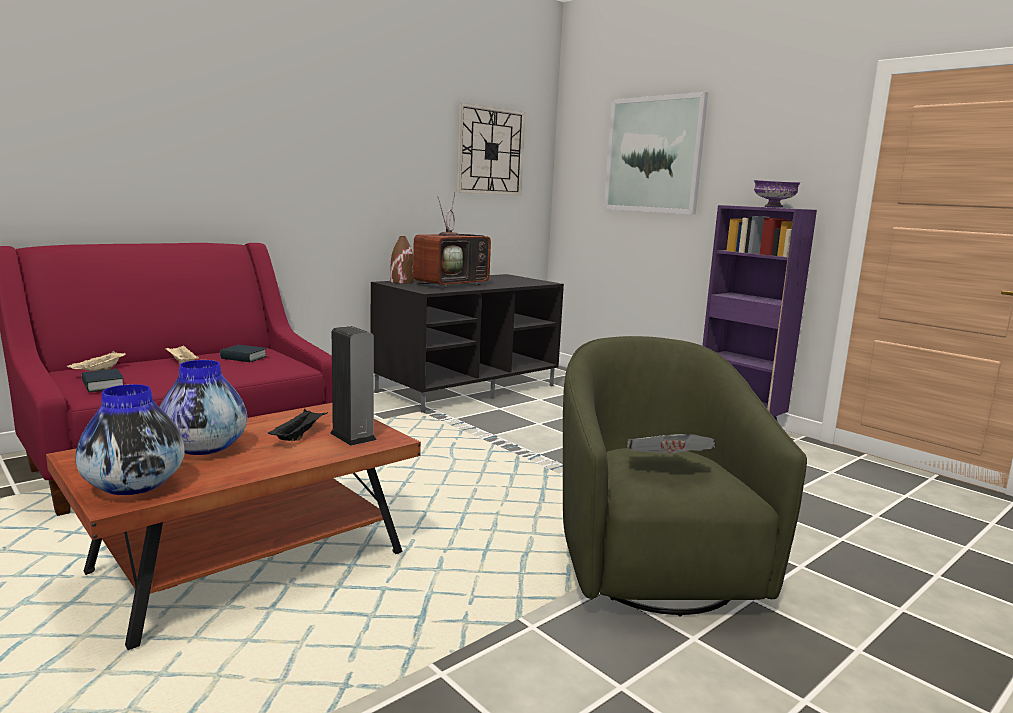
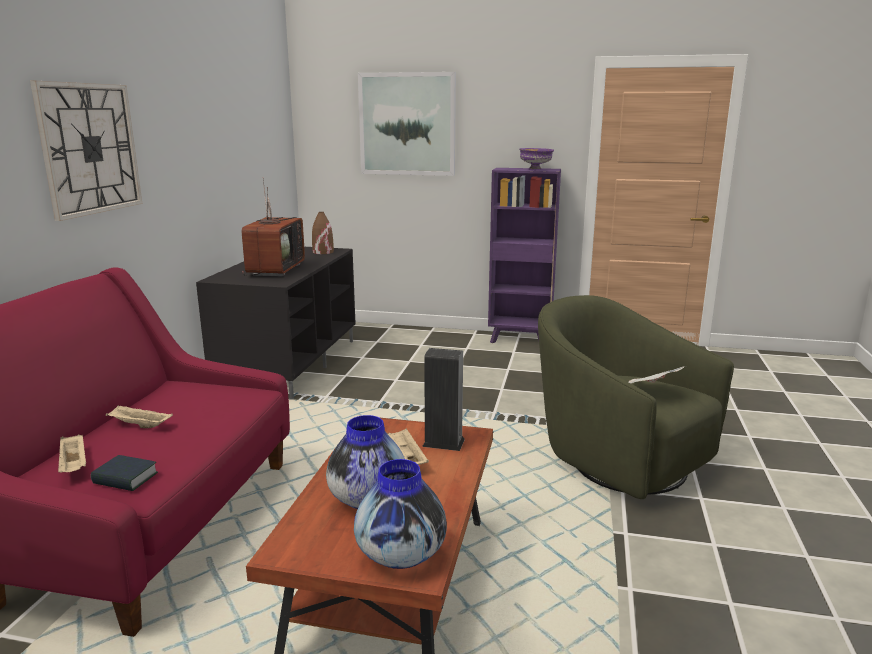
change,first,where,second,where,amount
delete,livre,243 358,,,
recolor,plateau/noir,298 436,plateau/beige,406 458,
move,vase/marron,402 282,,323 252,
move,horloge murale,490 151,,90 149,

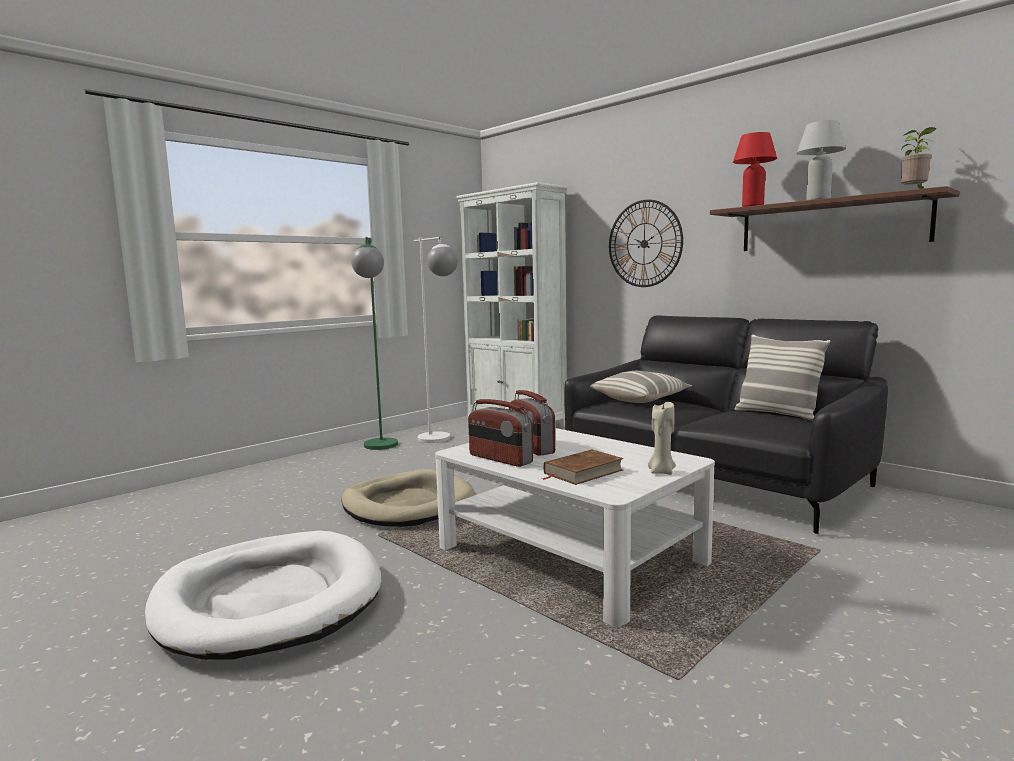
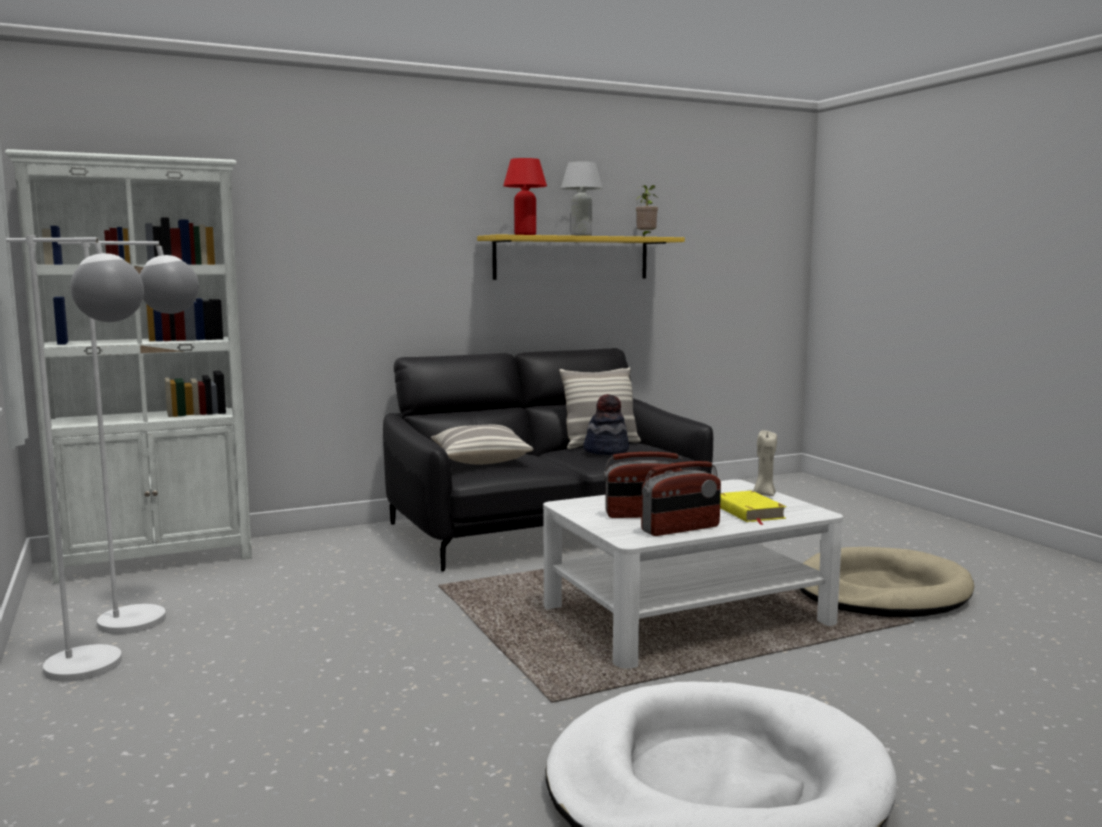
change,first,where,second,where,amount
move,panier pour chien/beige,408 504,,881 591,
recolor,lampadaire/vert,380 448,lampadaire/blanc,106 667,
recolor,livre/marron,583 472,livre/jaune,748 512,
delete,horloge murale,644 243,,,
recolor,étagère/marron,831 225,étagère/jaune,572 258,
insert,,,chapeau,606 451,

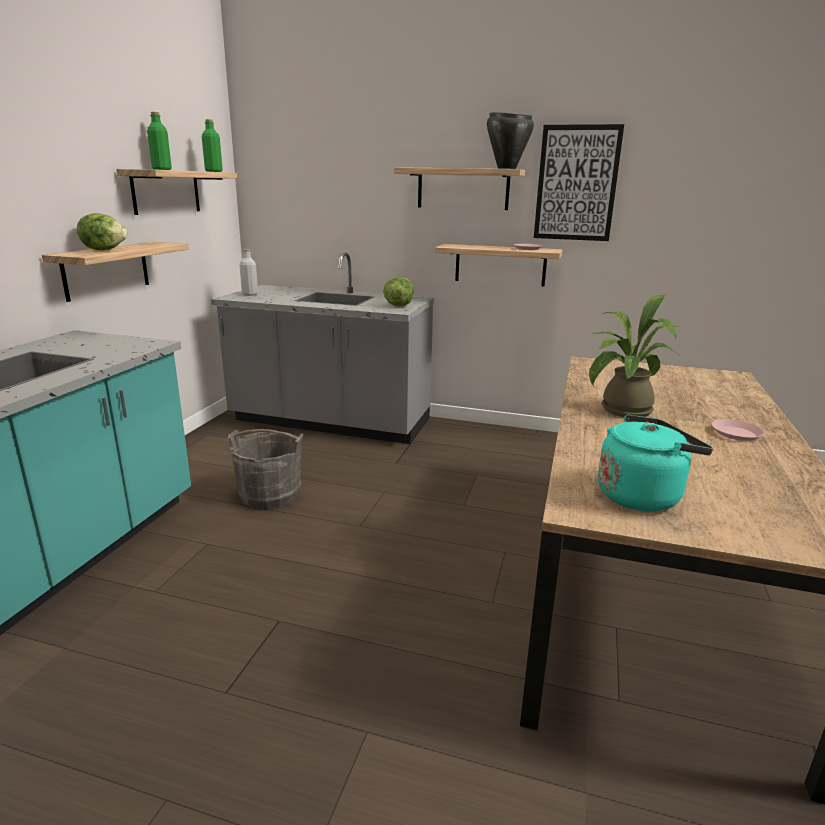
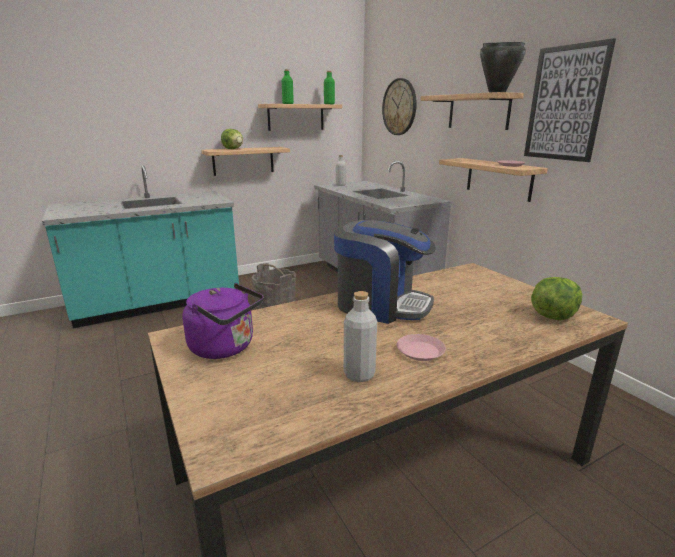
change,first,where,second,where,amount
move,laitue,398 305,,552 316,
replace,plante en pot,621 411,machine à café,381 305,
recolor,bouilloire/turquoise,641 495,bouilloire/violet,226 347,
insert,,,bouteille/gris,359 374,
insert,,,horloge murale,399 107,

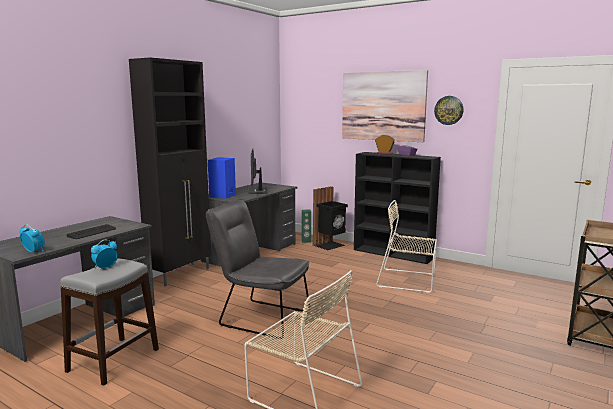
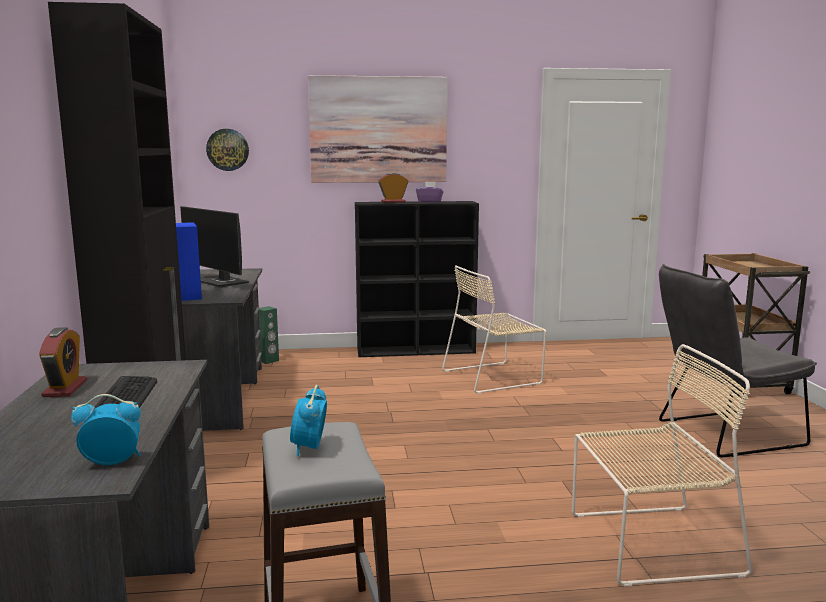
change,first,where,second,where,amount
move,chaise/gris,260 317,,722 434,
delete,poubelle/noir,330 245,,,
move,horloge murale,449 110,,227 149,
insert,,,réveil,65 388,

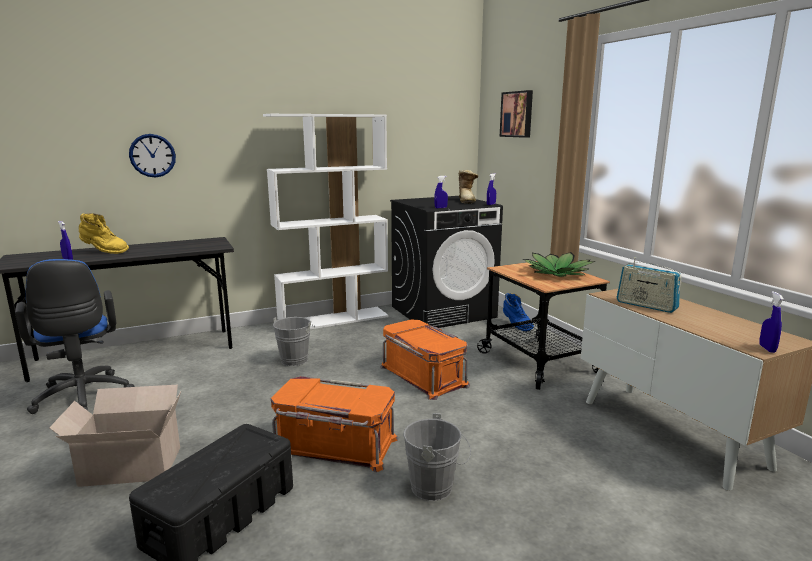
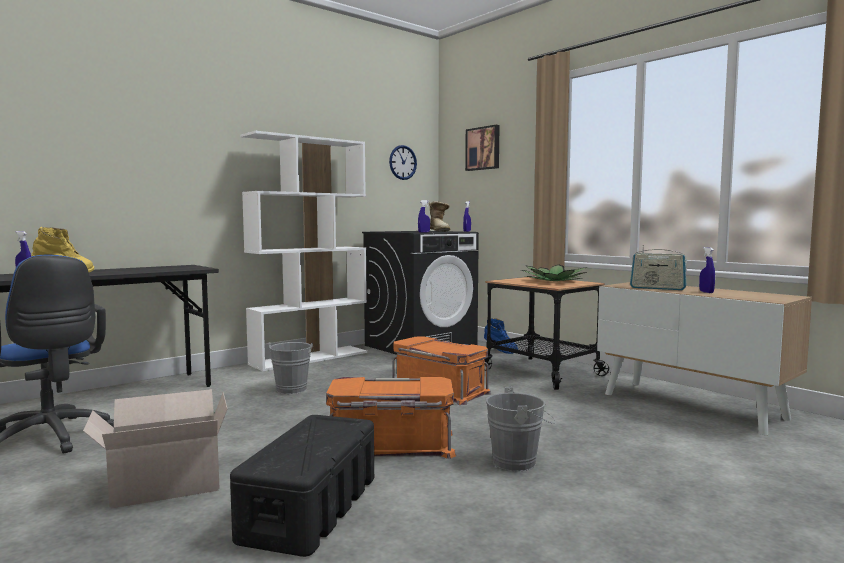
change,first,where,second,where,amount
move,horloge murale,152 155,,402 162,
move,vaporisateur/bleu,767 349,,706 292,

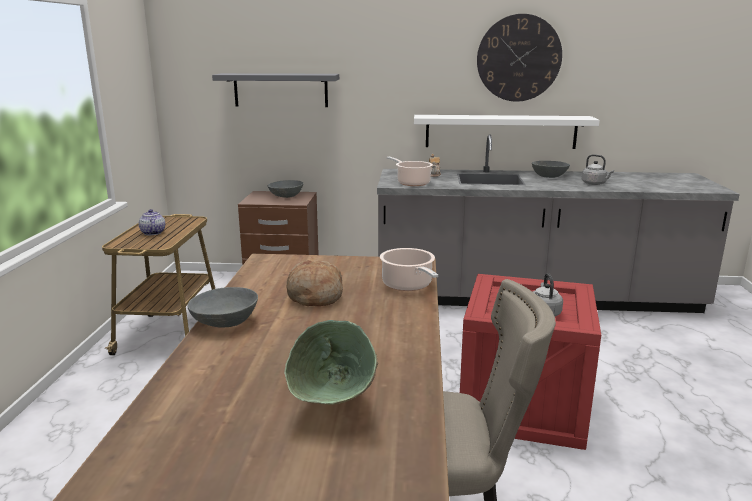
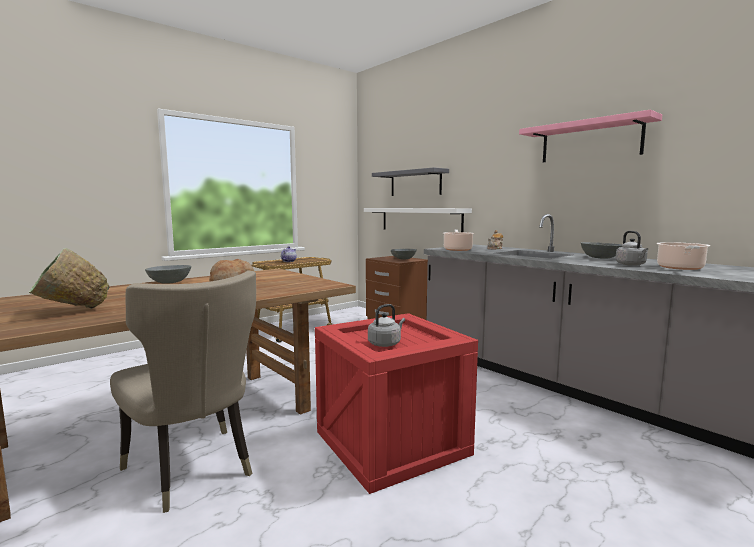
change,first,where,second,where,amount
move,marmite,408 285,,680 268,
move,étagère/blanc,500 131,,420 220,
replace,horloge murale,519 58,étagère/rose,590 141,

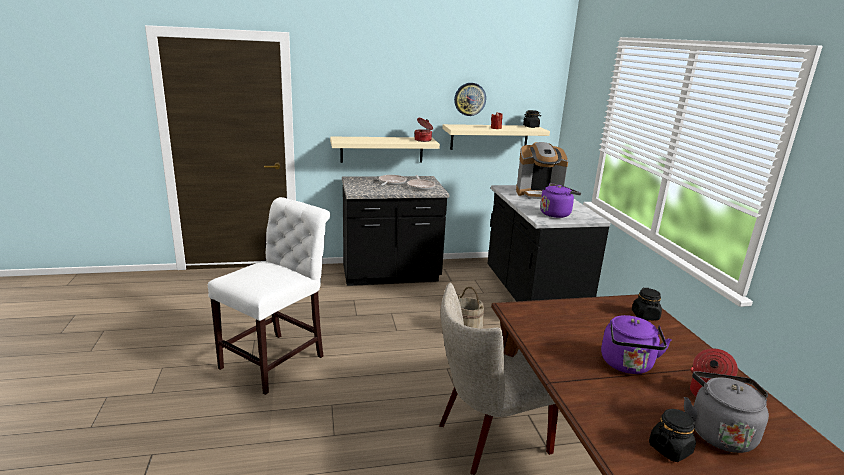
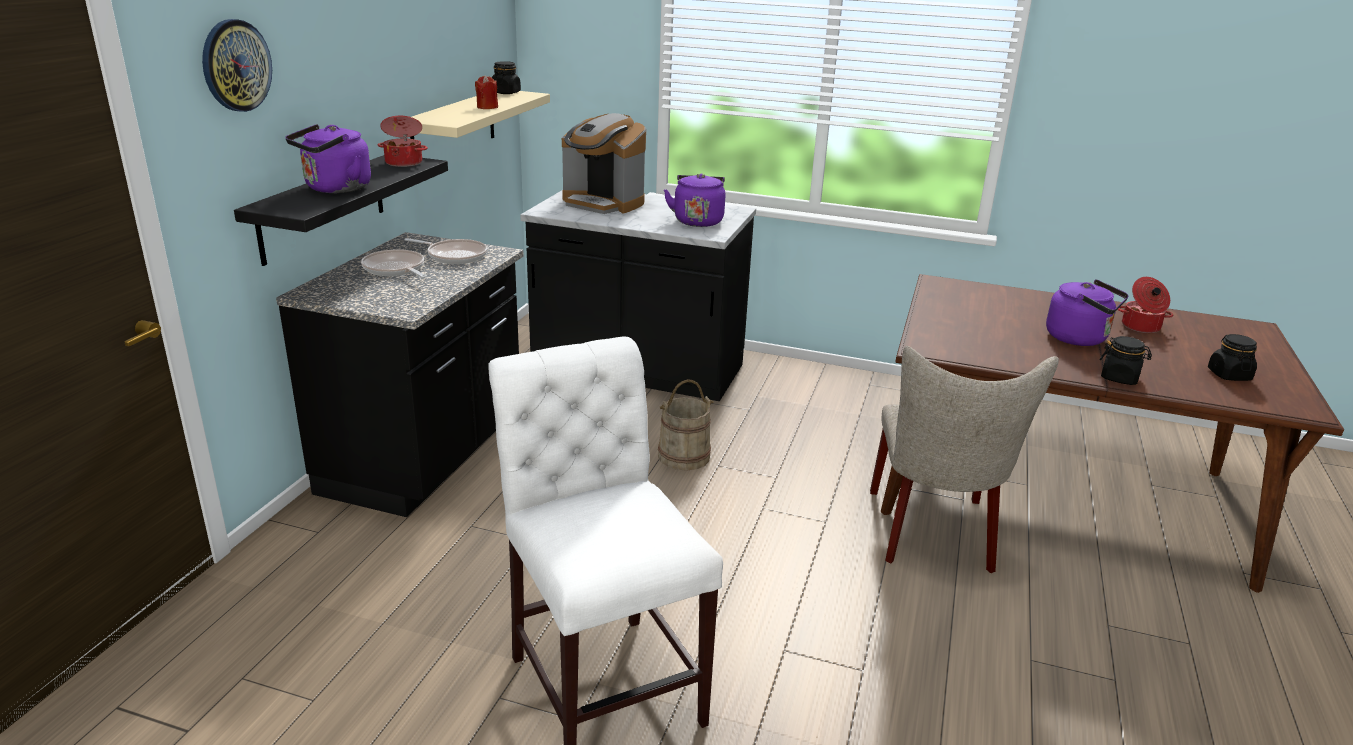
change,first,where,second,where,amount
recolor,étagère/beige,382 149,étagère/noir,323 207,
move,horloge murale,469 99,,236 65,
rotate,machine à café,538 194,,603 203,90 degrees clockwise
move,bocal/noir,645 316,,1119 378,
delete,bouilloire/gris,719 432,,,
insert,,,bouilloire/violet,335 189,

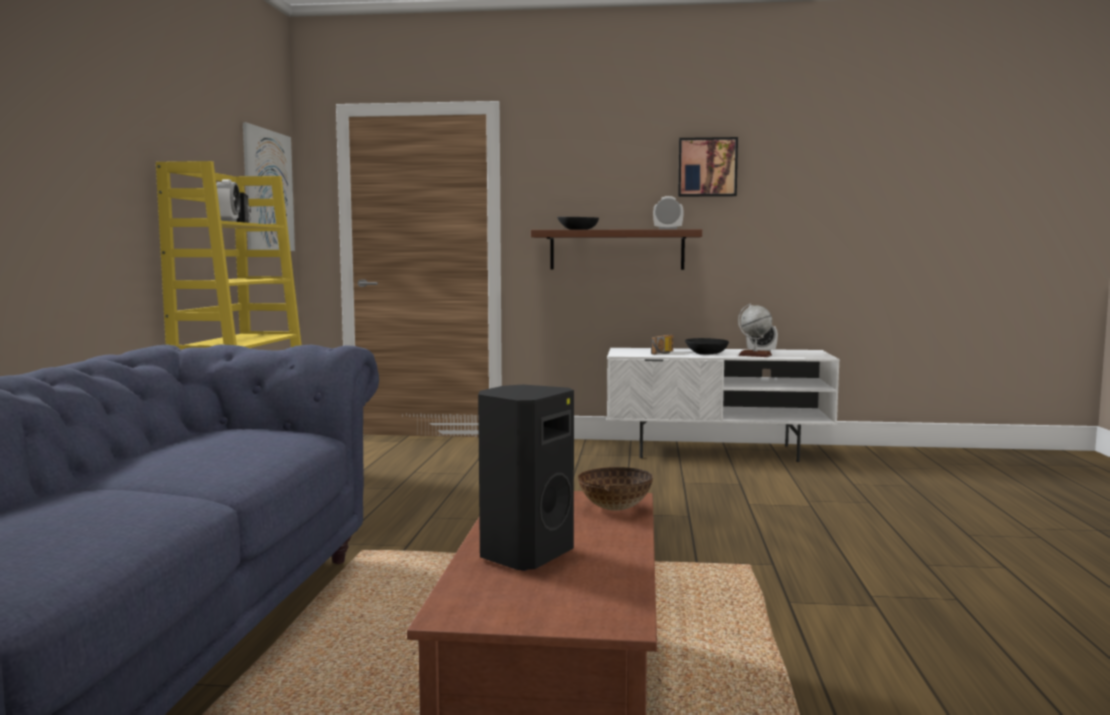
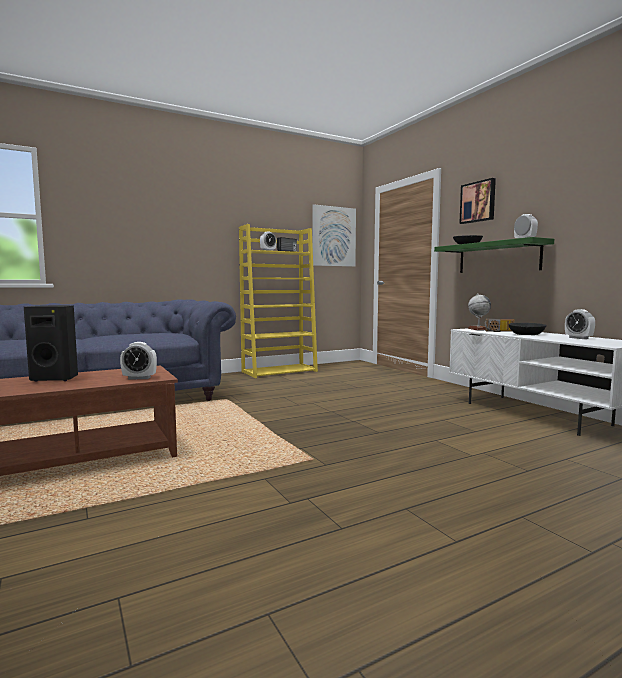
change,first,where,second,where,amount
recolor,étagère/marron,617 250,étagère/vert,498 257,
replace,bol,614 508,réveil,139 378,
move,tableau,707 167,,478 202,
move,globe,755 355,,478 329,

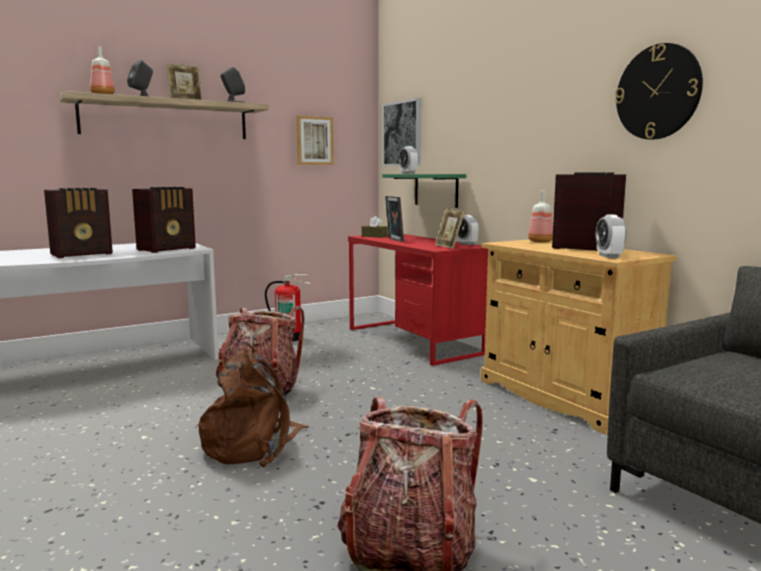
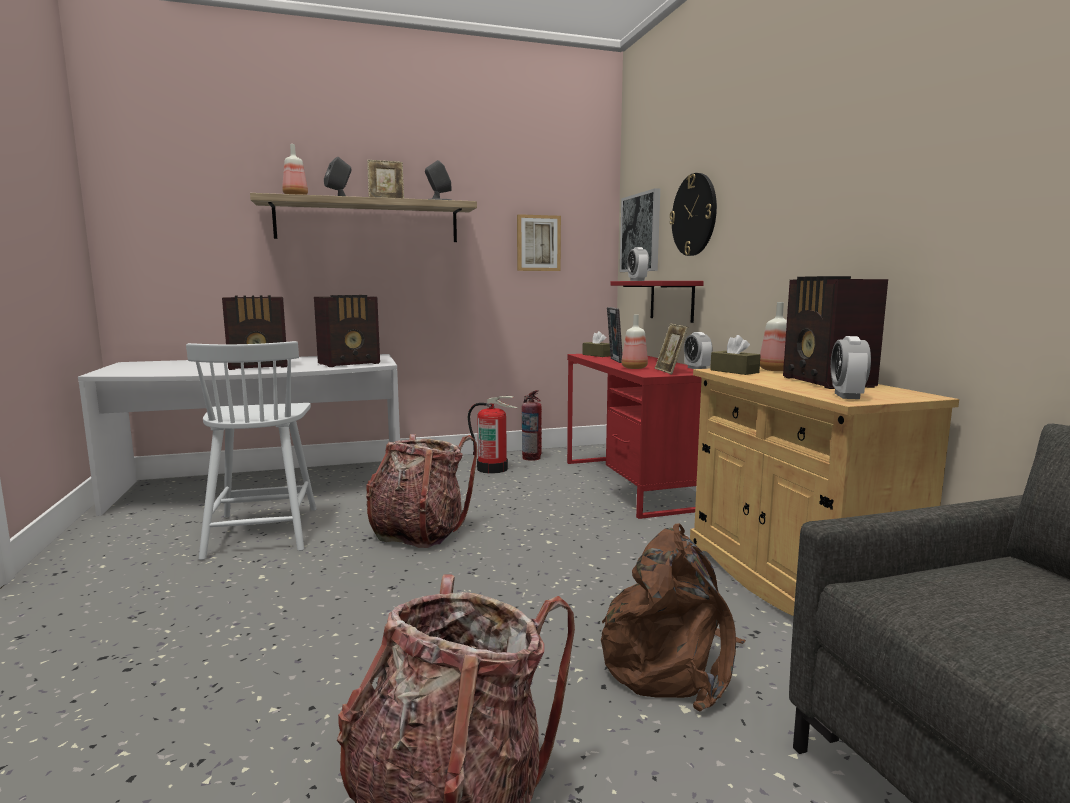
change,first,where,second,where,amount
move,sac à dos/marron,253 444,,671 663,
recolor,étagère/vert,436 190,étagère/rouge,672 300,
rotate,radio,585 248,,827 382,150 degrees counterclockwise
move,horloge murale,658 92,,694 215,
insert,,,chaise/blanc,262 531,
insert,,,extincteur,531 457,
insert,,,bouteille,633 368,
insert,,,boîte à mouchoirs/marron,734 371,

